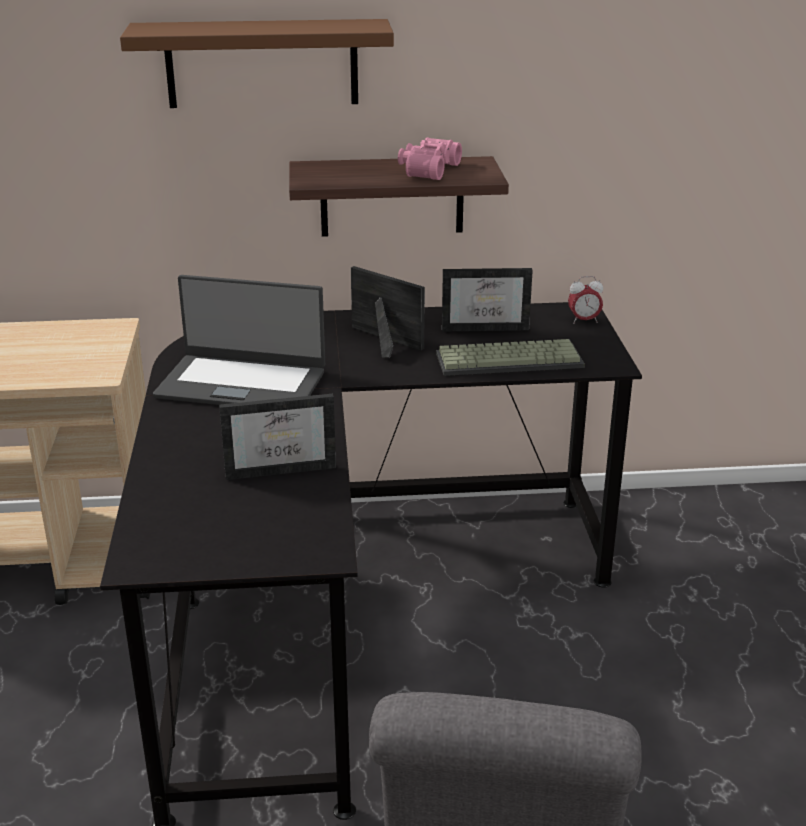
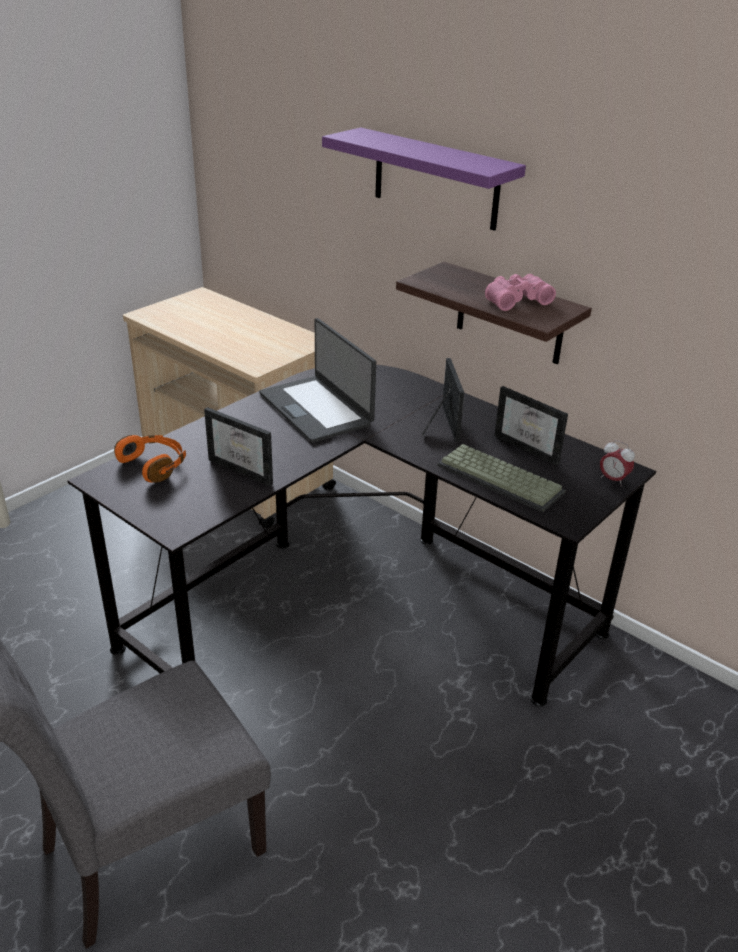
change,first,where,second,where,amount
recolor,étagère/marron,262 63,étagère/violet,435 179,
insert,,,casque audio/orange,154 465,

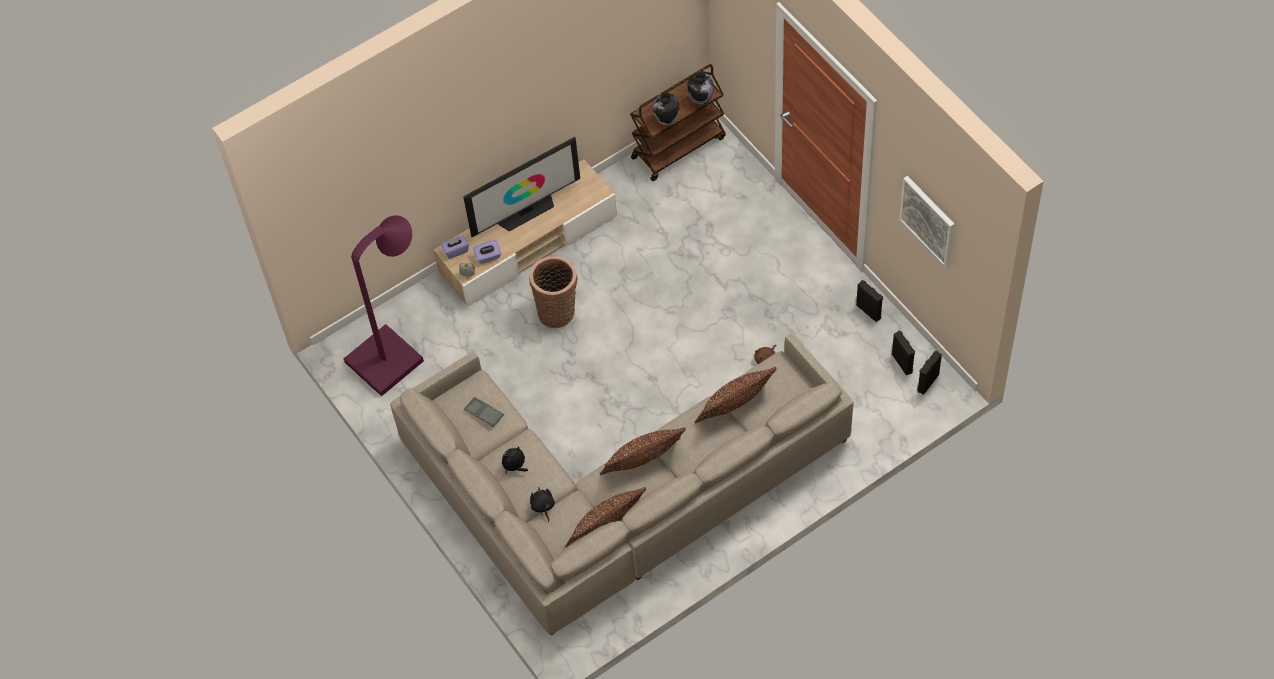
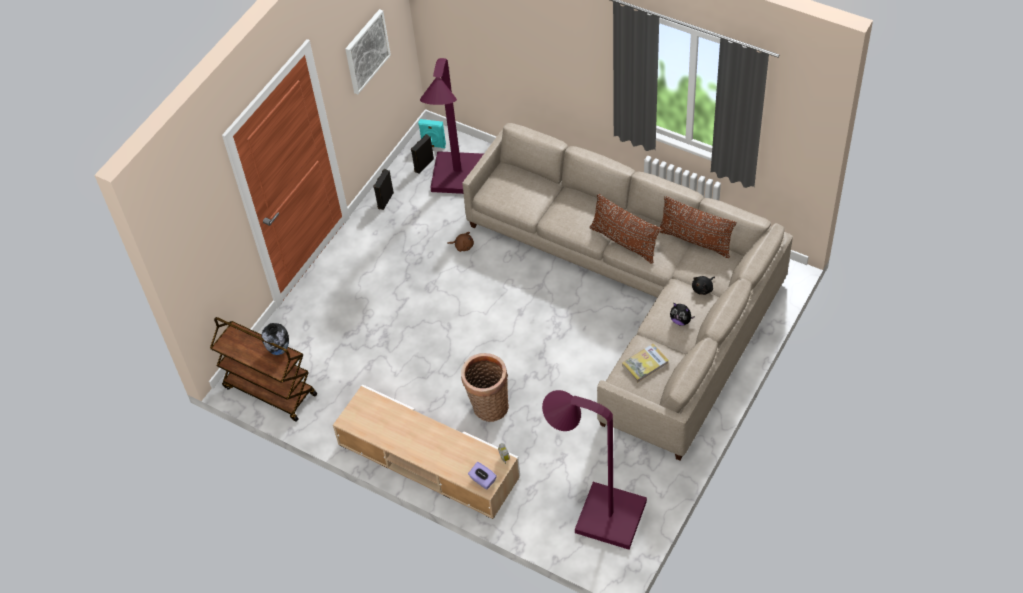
change,first,where,second,where,amount
delete,téléviseur,525 211,,,
replace,plateau/gris,484 413,livre,645 364,
delete,boîte à mouchoirs/violet,488 257,,,
delete,vase,701 100,,,
delete,coussin/marron,735 406,,,
recolor,enceinte/noir,927 382,enceinte/turquoise,433 145,
insert,,,lampadaire/violet,456 182,

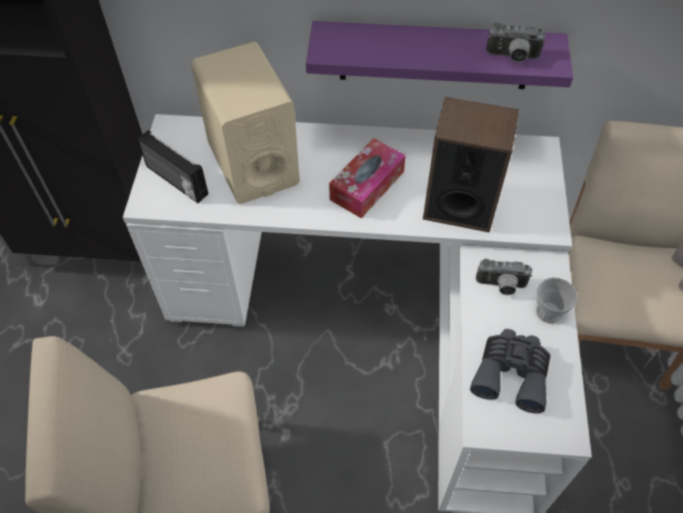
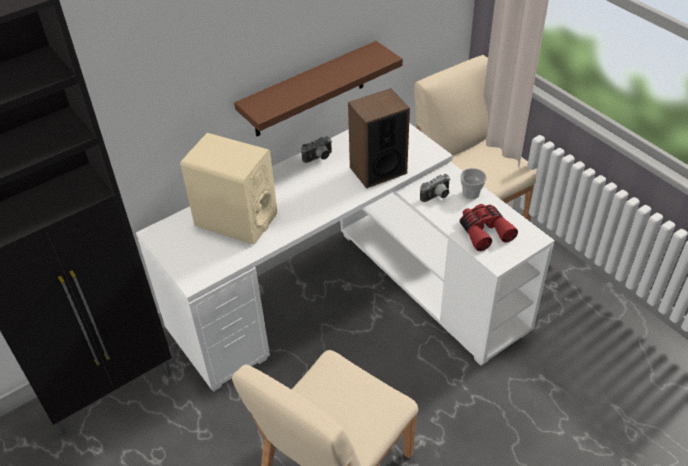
change,first,where,second,where,amount
delete,radio,176 181,,,
recolor,étagère/violet,435 55,étagère/marron,309 90,
delete,boîte à mouchoirs,367 185,,,
recolor,jumelles/gris,511 373,jumelles/rouge,484 231,
move,appareil photo,512 58,,319 158,

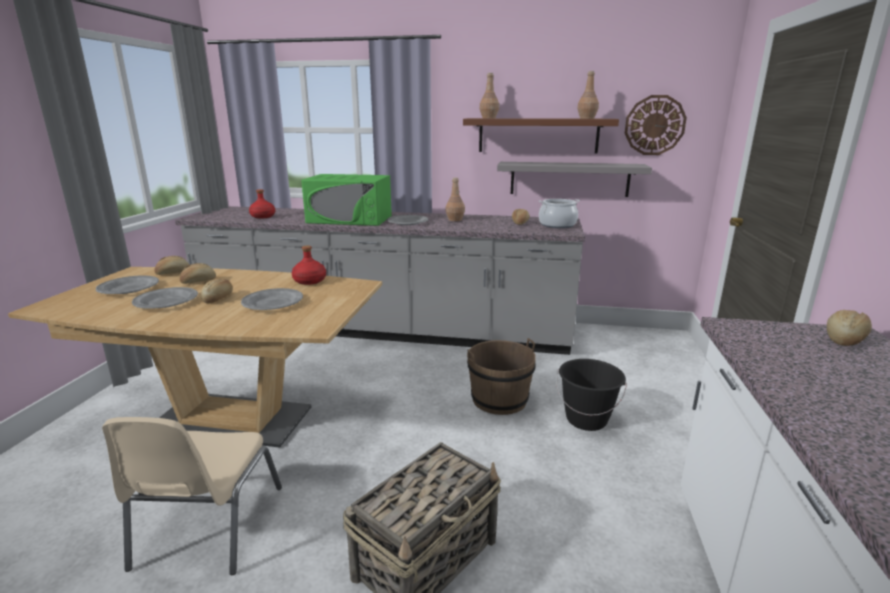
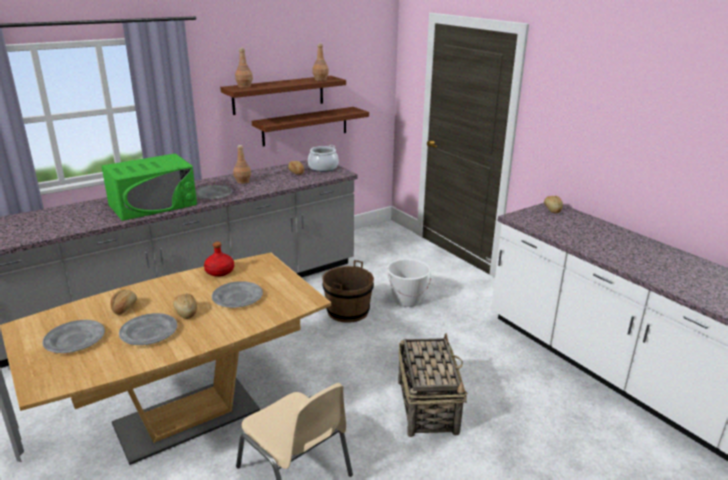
change,first,where,second,where,amount
delete,pain,173 273,,,
delete,bouteille/rouge,263 216,,,
recolor,étagère/gris,569 179,étagère/marron,305 126,
recolor,seau/noir,586 419,seau/blanc,407 300,
delete,horloge murale,654 125,,,

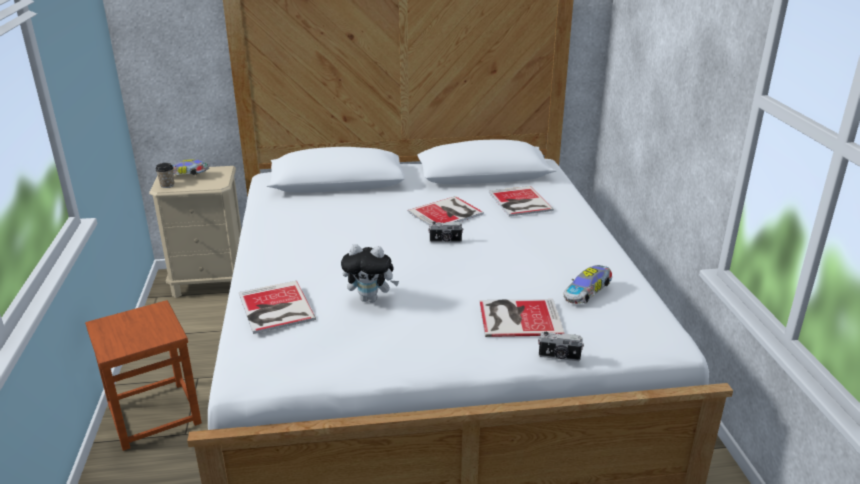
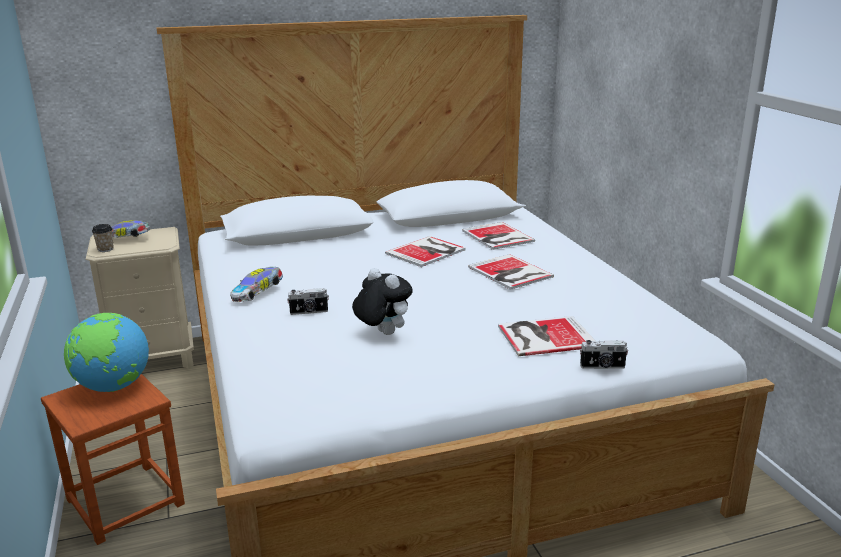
change,first,where,second,where,amount
move,livre,275 308,,510 273,
rotate,peluche,370 299,,382 333,135 degrees counterclockwise
move,appareil photo,445 241,,309 312,
move,petite voiture,587 293,,258 293,
insert,,,globe,113 387,

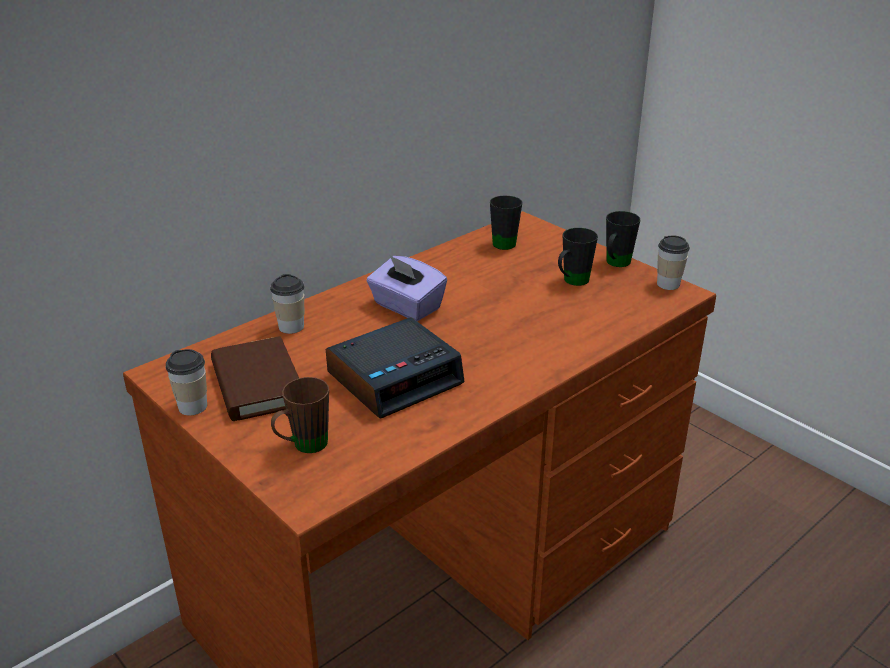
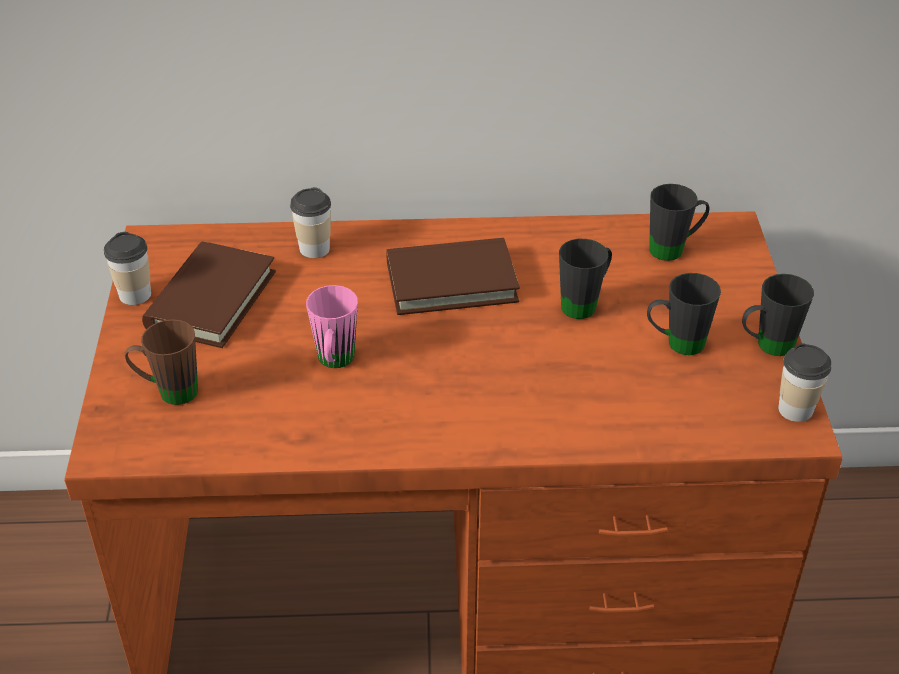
change,first,where,second,where,amount
replace,réveil,395 378,mug/rose,334 363,
replace,boîte à mouchoirs/violet,406 307,livre/marron,451 282,
insert,,,mug/noir,585 303,

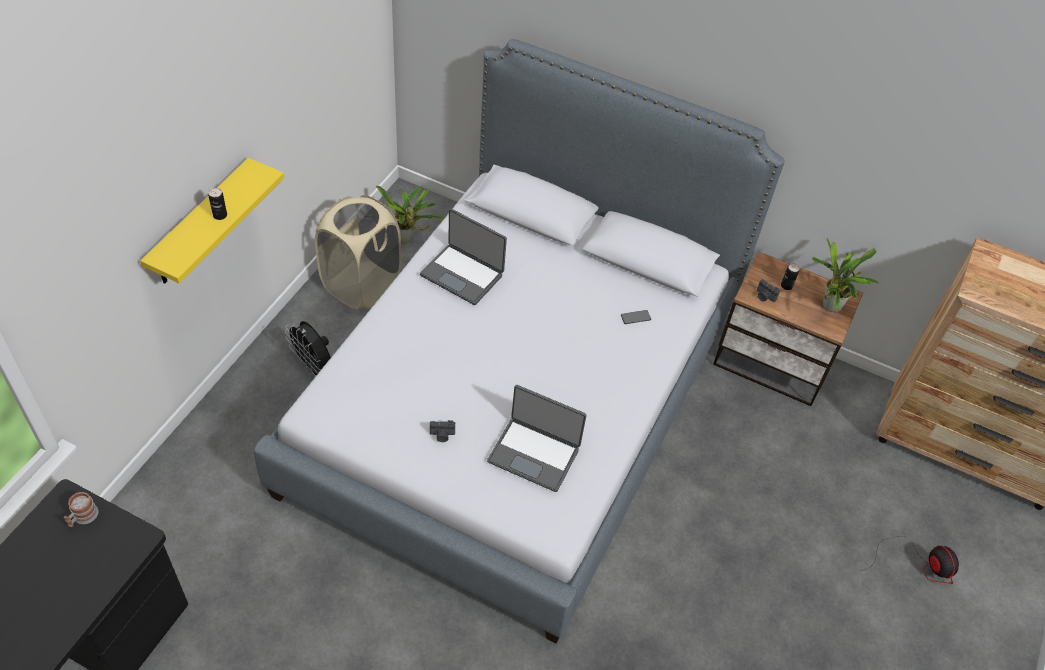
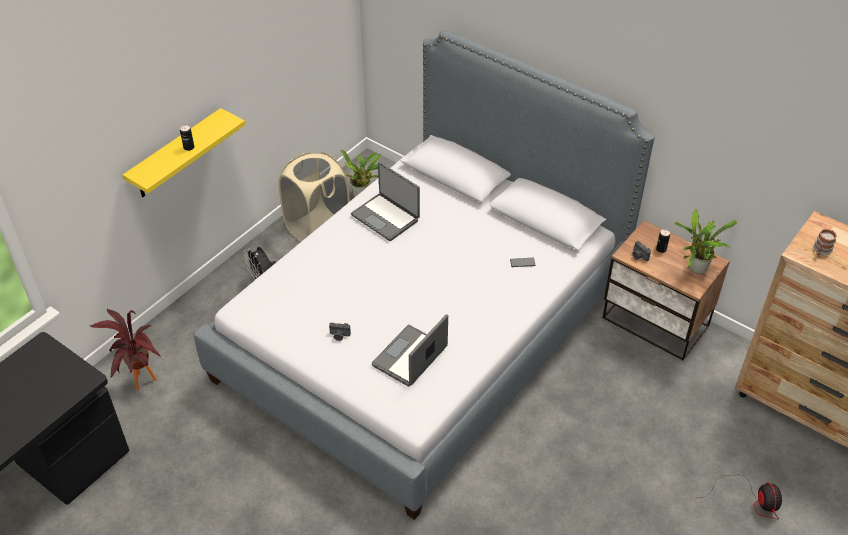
change,first,where,second,where,amount
move,mug,82 517,,821 250,
rotate,ordinateur portable,534 454,,411 357,90 degrees clockwise
insert,,,plante en pot,141 386,

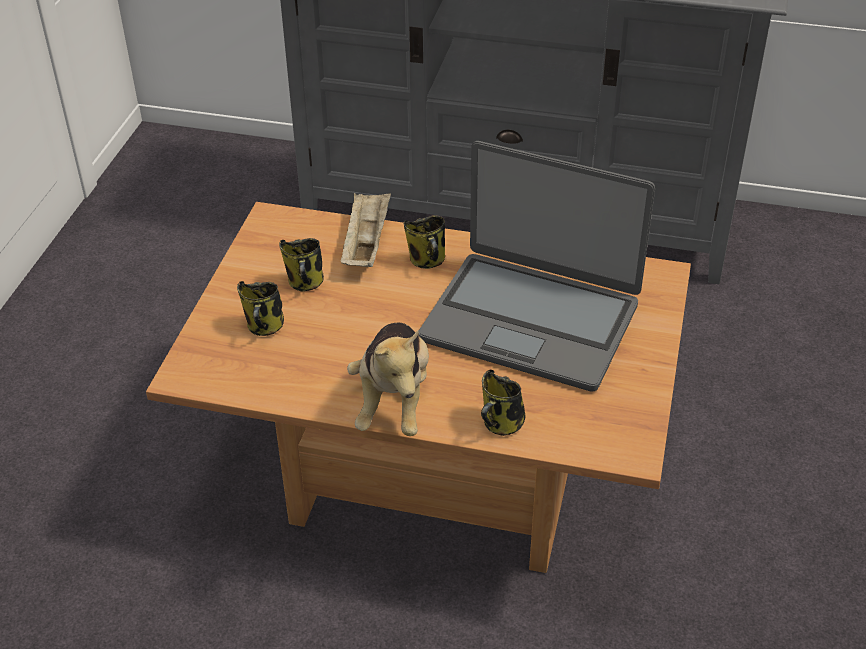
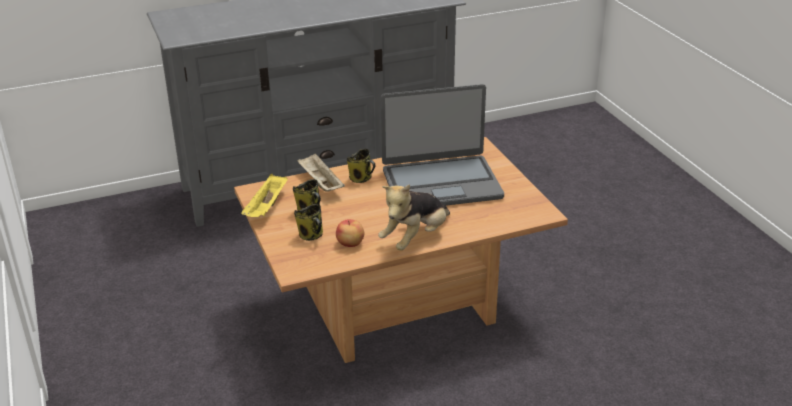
change,first,where,second,where,amount
rotate,peluche,393 400,,415 238,75 degrees clockwise
delete,mug,501 424,,,
insert,,,plateau/jaune,267 208,
insert,,,pomme,350 243,

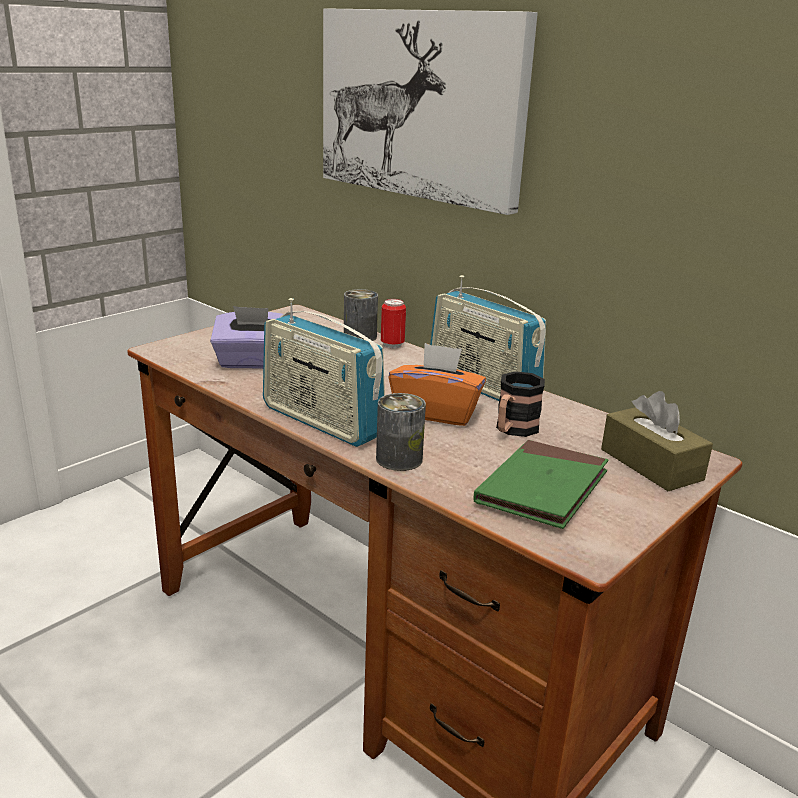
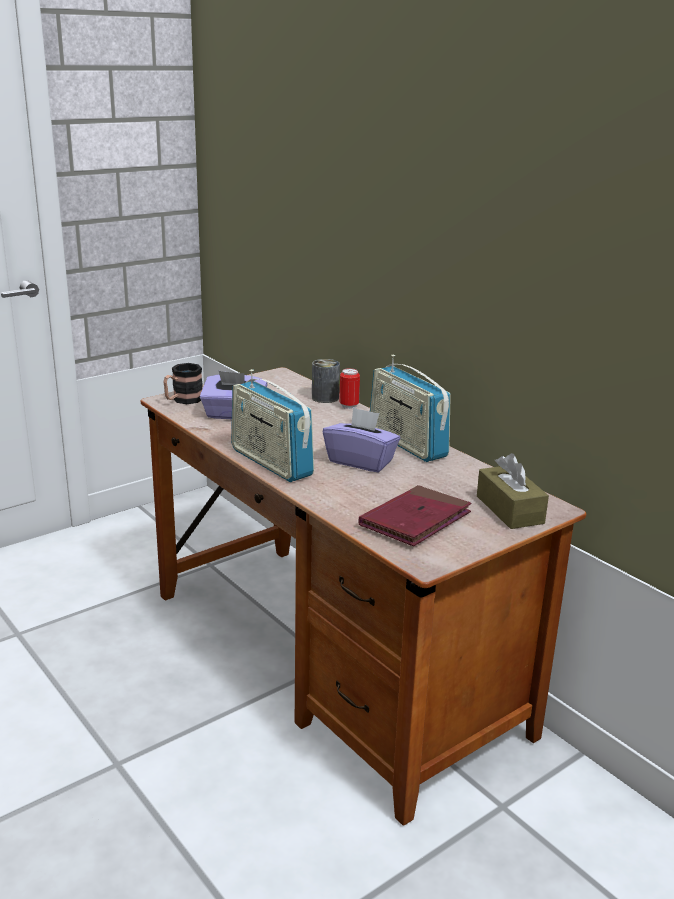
change,first,where,second,where,amount
delete,tableau,422 105,,,
delete,boîte métallique,399 459,,,
recolor,boîte à mouchoirs/orange,436 413,boîte à mouchoirs/violet,361 461,
recolor,livre/vert,542 489,livre/rouge,415 520,
move,mug,513 430,,182 400,

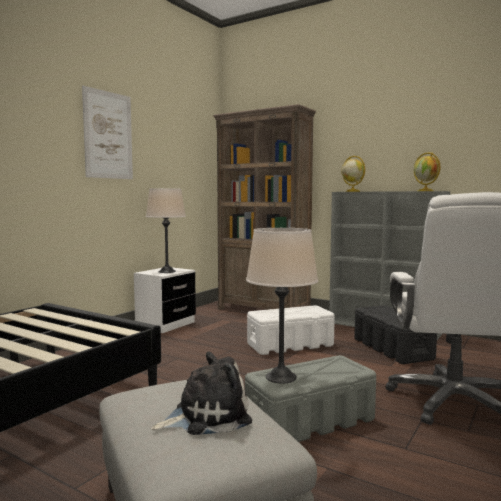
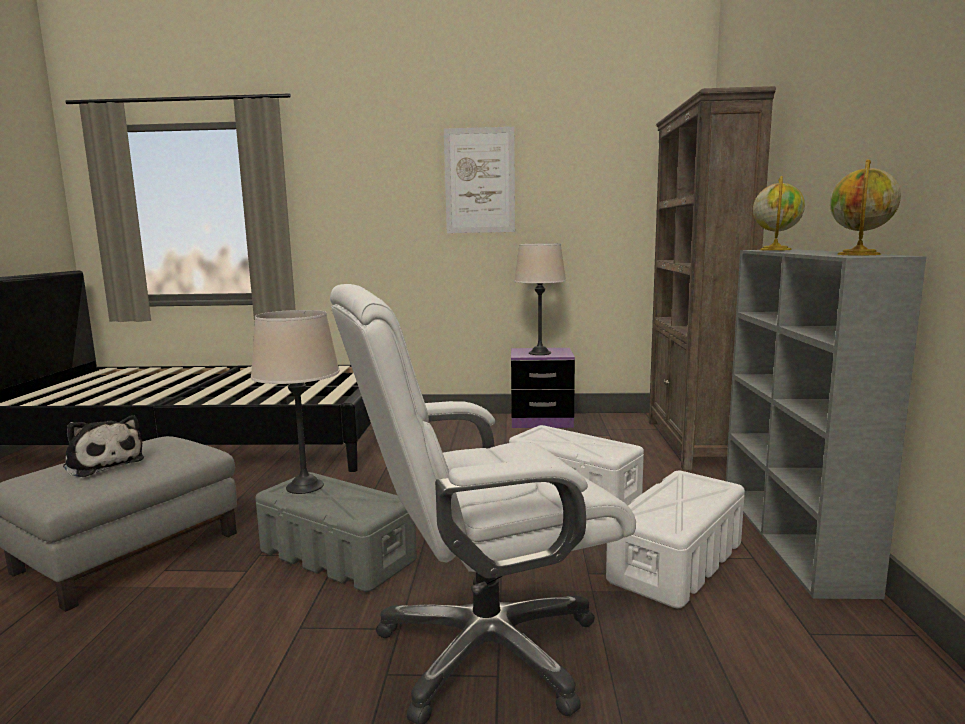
change,first,where,second,where,amount
recolor,table de chevet/blanc,165 325,table de chevet/violet,541 421,
recolor,boîte de rangement/noir,392 349,boîte de rangement/blanc,676 562,

